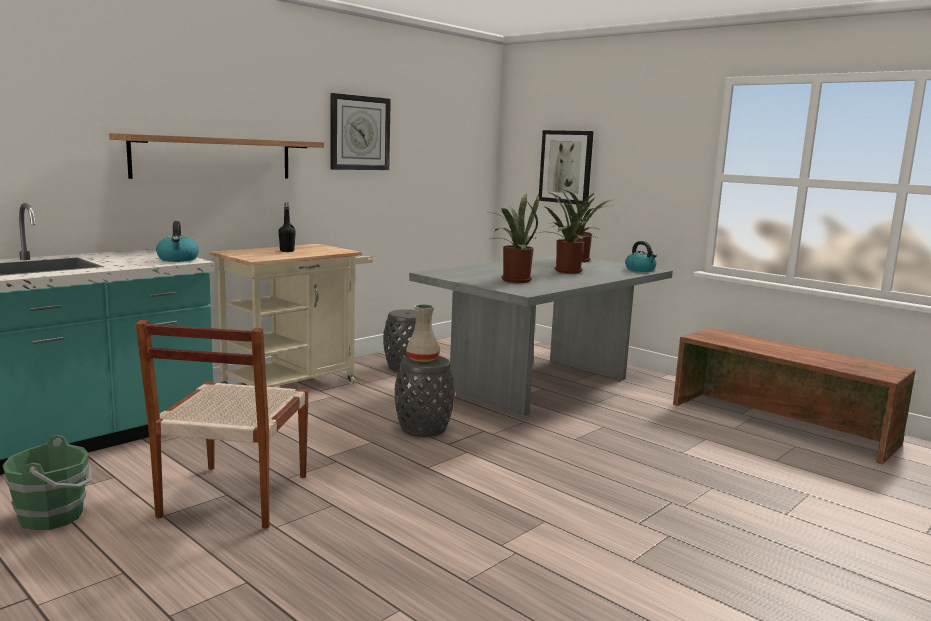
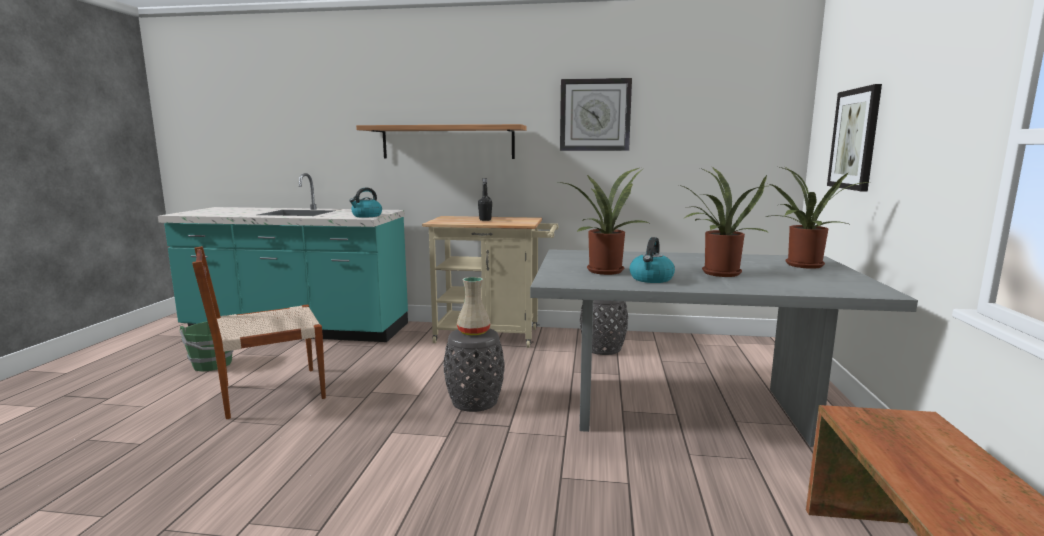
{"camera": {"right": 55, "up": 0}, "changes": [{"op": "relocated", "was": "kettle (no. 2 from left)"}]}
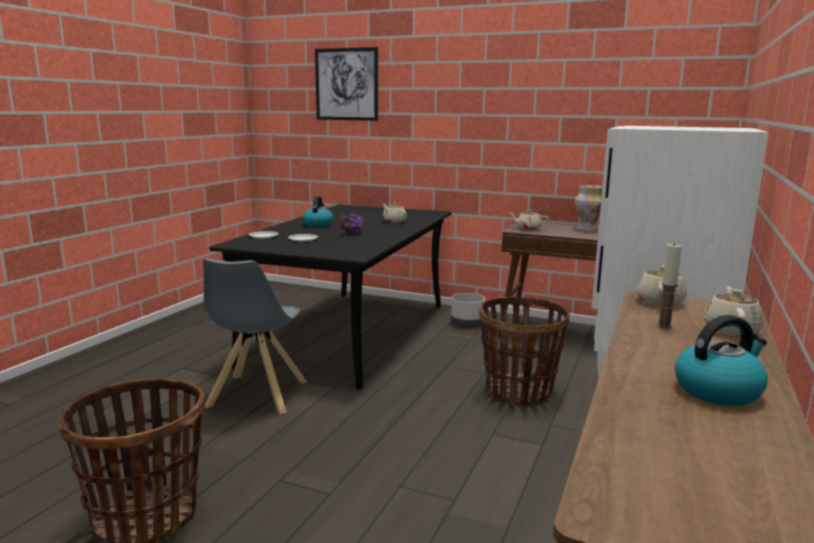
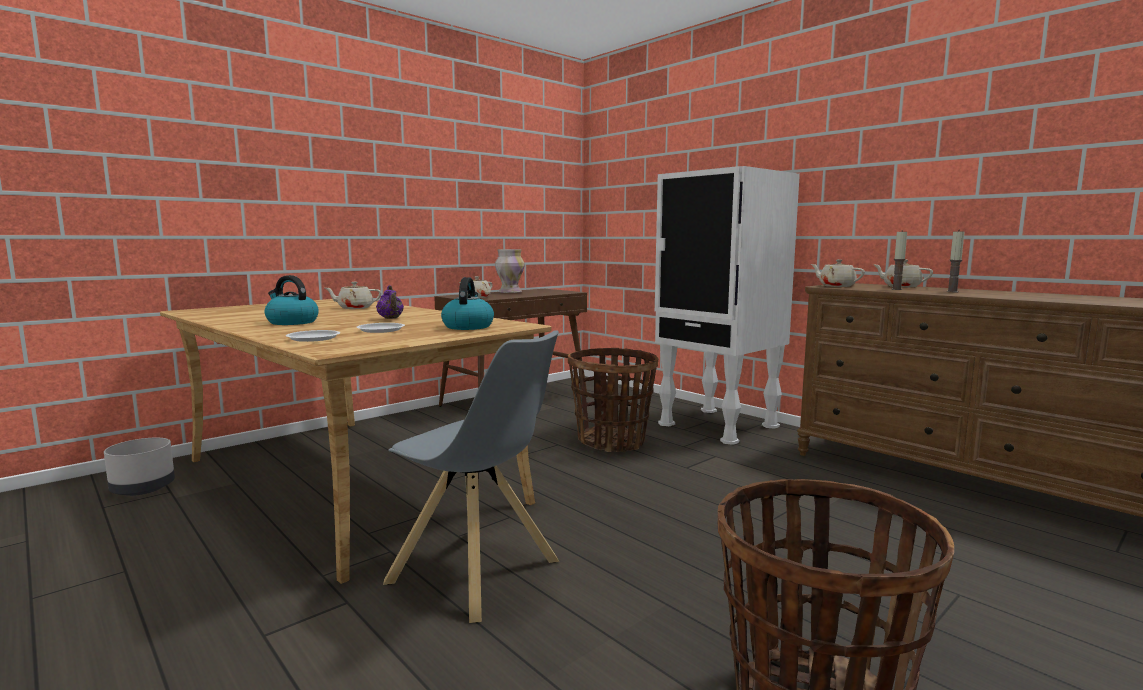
{"camera": {"right": -65, "up": -5}, "changes": [{"op": "relocated", "was": "grey planter"}, {"op": "colour", "was": "black dining table", "now": "beige dining table"}, {"op": "relocated", "was": "kettle (no. 2 from left)"}, {"op": "appeared", "now": "candle (no. 2 from left)"}, {"op": "missing", "was": "picture"}]}
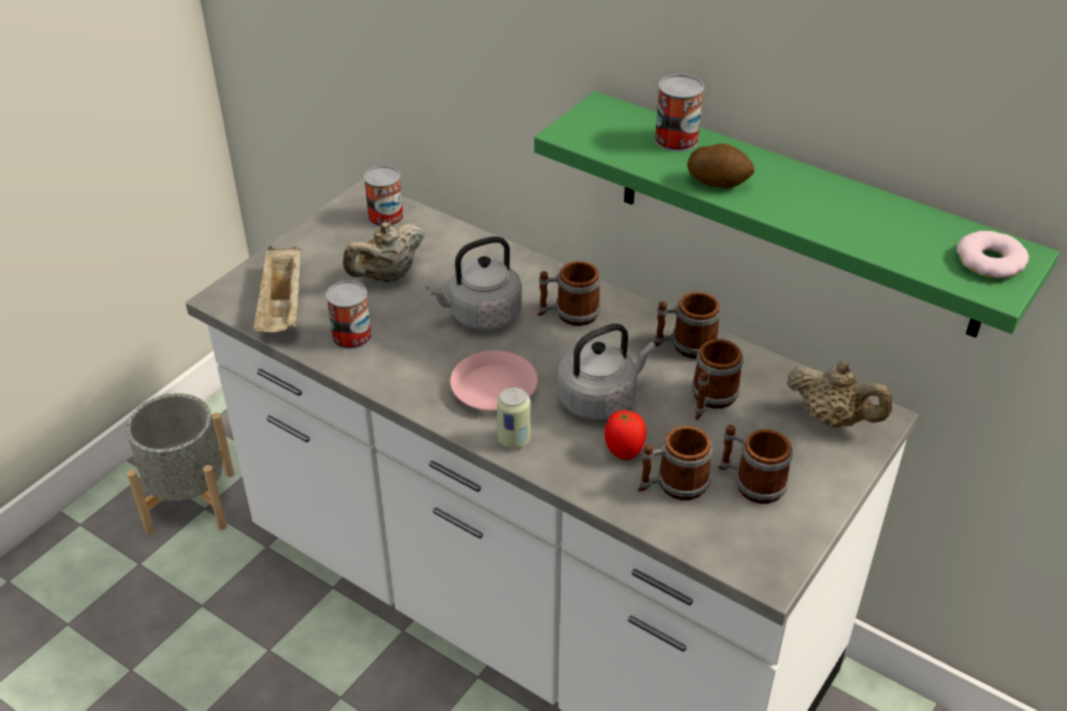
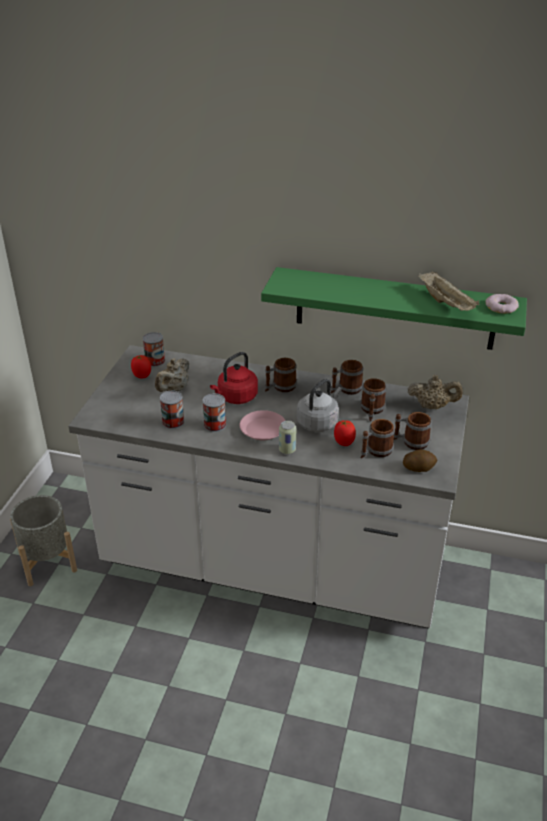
{"camera": {"right": -20, "up": -5}, "changes": [{"op": "appeared", "now": "tomato (no. 1 from left)"}, {"op": "relocated", "was": "can (no. 4 from left in the first image)", "now": "can (no. 3 from left)"}, {"op": "colour", "was": "grey kettle (no. 1 from left)", "now": "red kettle"}, {"op": "relocated", "was": "potato"}, {"op": "relocated", "was": "beige tray"}]}
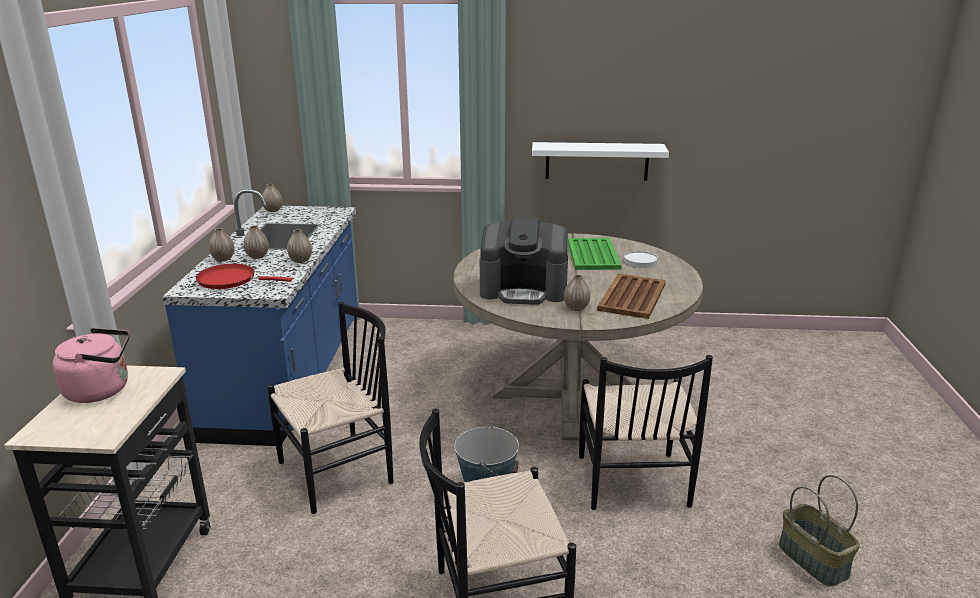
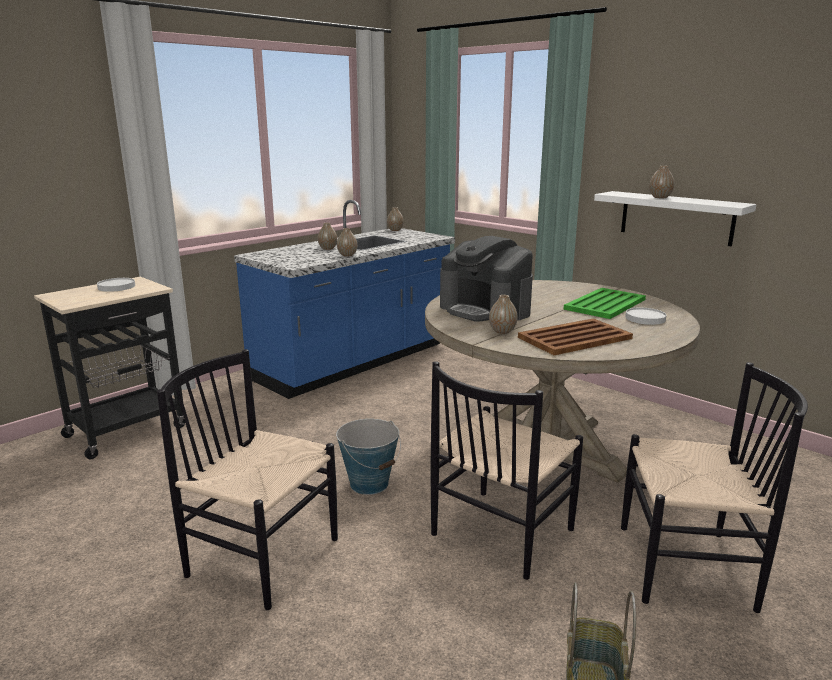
{"camera": {"right": 40, "up": -5}, "changes": [{"op": "exchanged", "was": "pink kettle", "now": "white plate (no. 1 from left)"}, {"op": "relocated", "was": "black chair (no. 1 from left in the first image)", "now": "black chair (no. 3 from left)"}, {"op": "relocated", "was": "vase (no. 1 from left in the first image)", "now": "vase (no. 5 from left)"}, {"op": "missing", "was": "red frying pan"}]}
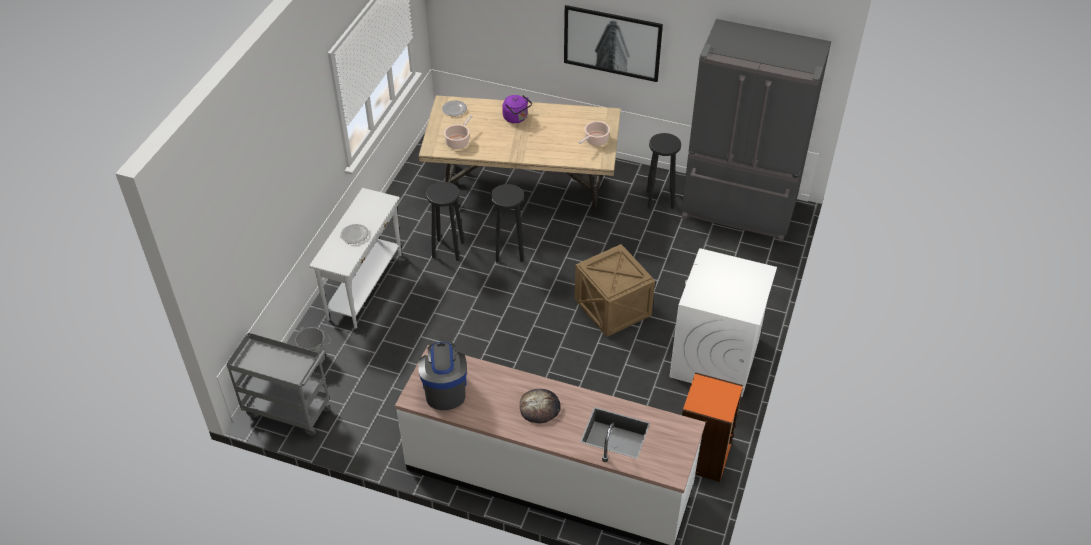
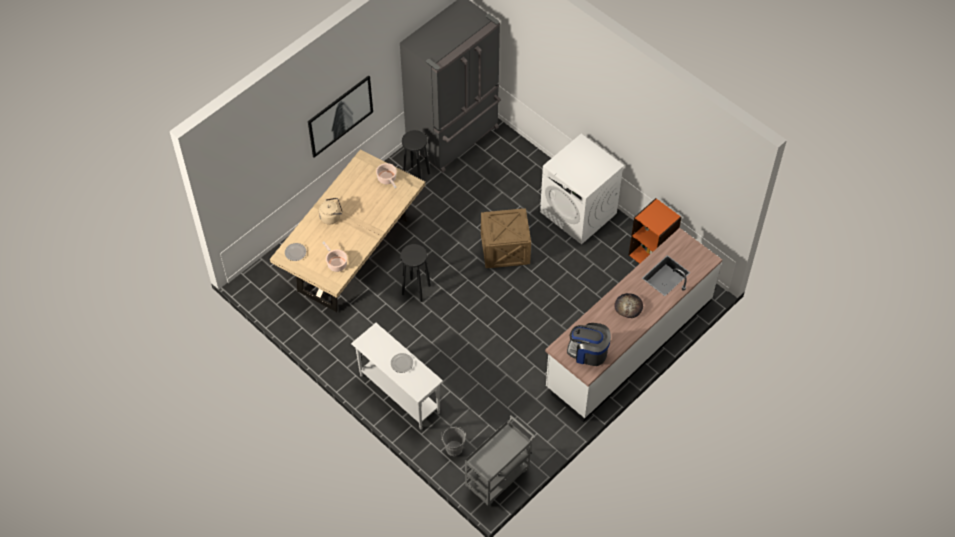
{"camera": {"right": -65, "up": 10}, "changes": [{"op": "colour", "was": "purple kettle", "now": "beige kettle"}, {"op": "missing", "was": "black stool (no. 1 from left)"}]}
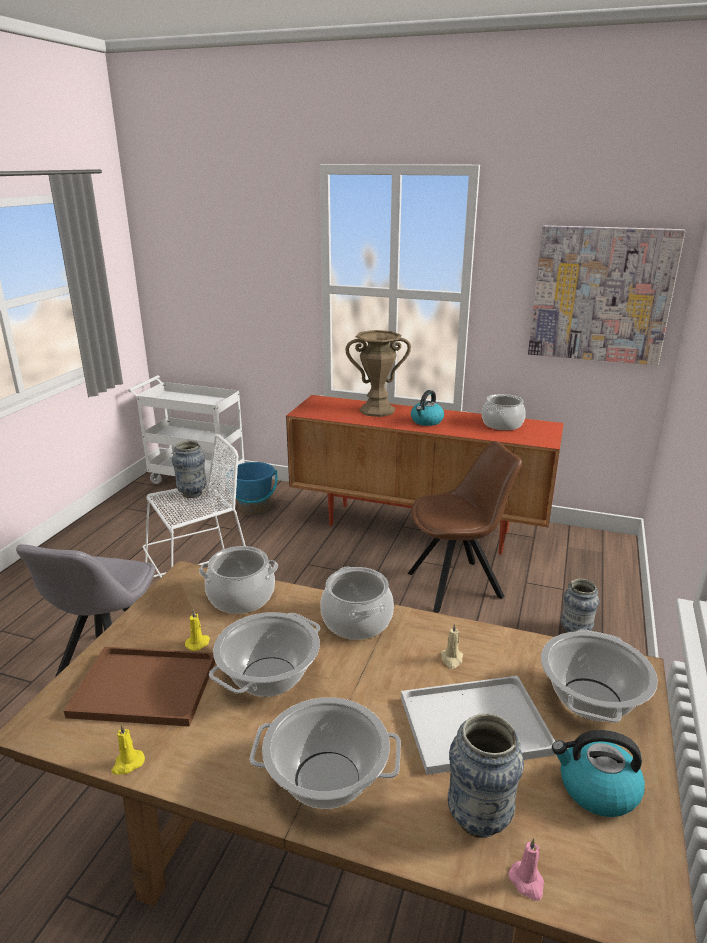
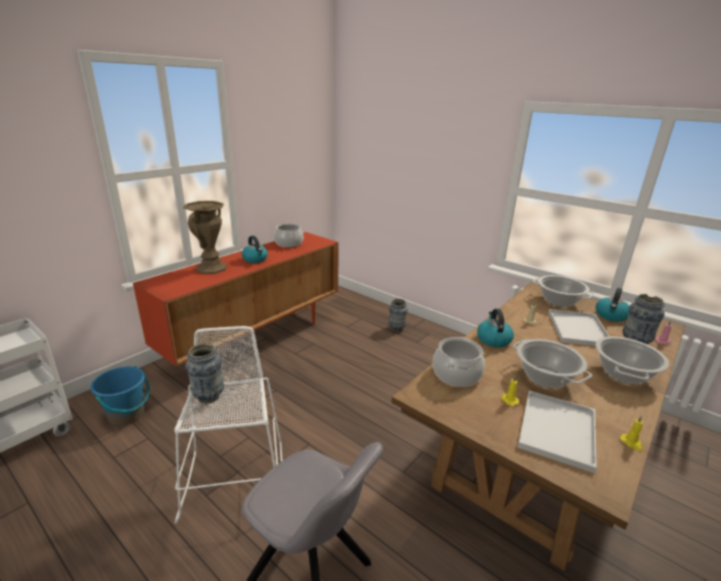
{"camera": {"right": -70, "up": 0}, "changes": [{"op": "exchanged", "was": "cooking pot (no. 4 from left)", "now": "kettle (no. 2 from left)"}, {"op": "colour", "was": "brown tray", "now": "white tray (no. 1 from left)"}, {"op": "missing", "was": "brown chair"}, {"op": "missing", "was": "picture"}]}
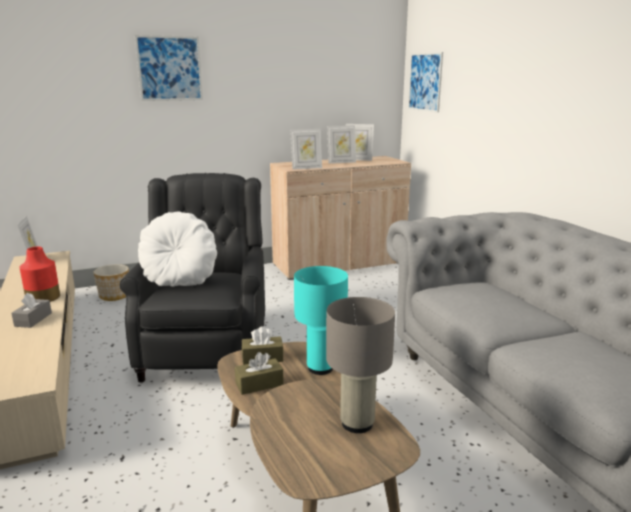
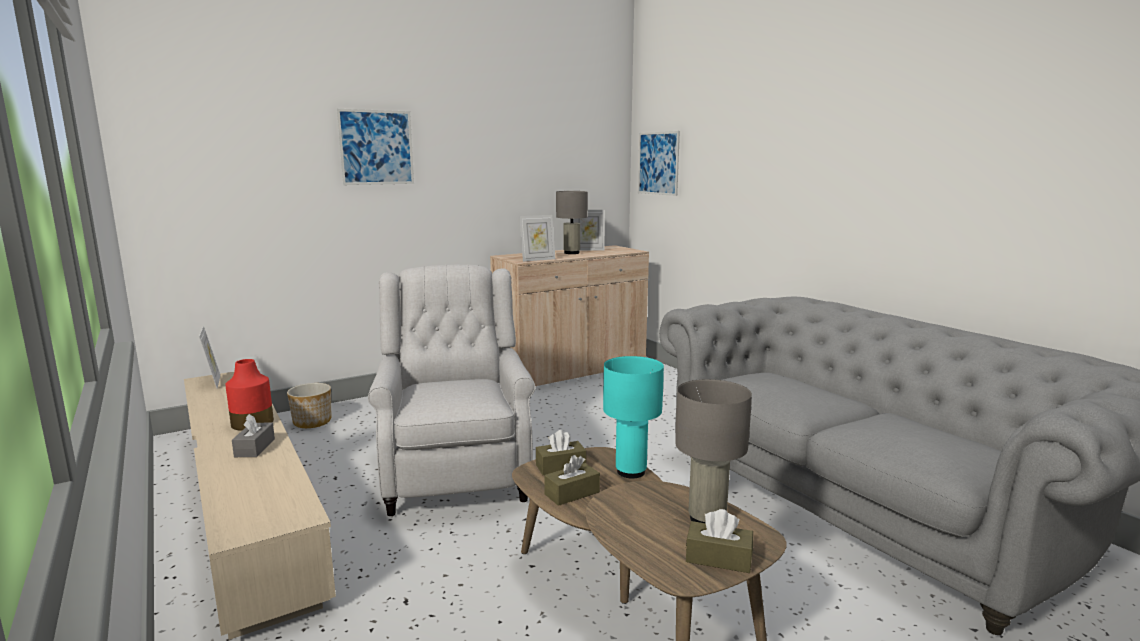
{"camera": {"right": -10, "up": -5}, "changes": [{"op": "colour", "was": "black armchair", "now": "white armchair"}, {"op": "exchanged", "was": "picture frame (no. 3 from left)", "now": "grey table lamp (no. 1 from left)"}, {"op": "appeared", "now": "brown tissue box (no. 3 from left)"}, {"op": "missing", "was": "white pillow"}]}
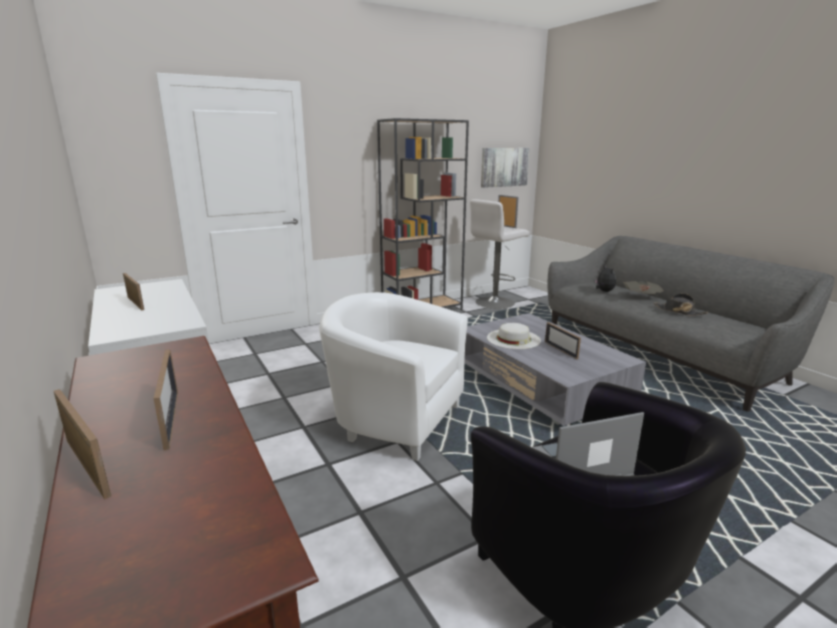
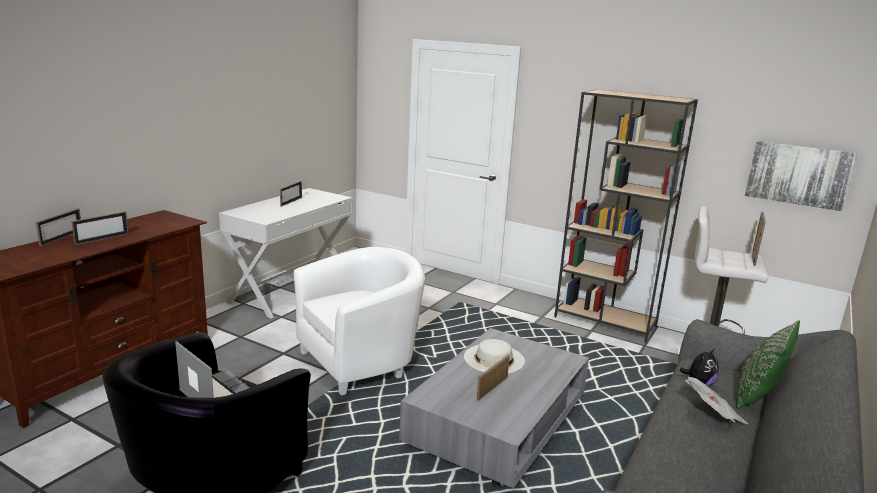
{"camera": {"right": 60, "up": 0}, "changes": [{"op": "spun", "was": "white armchair", "clockwise": 60}, {"op": "appeared", "now": "green pillow"}, {"op": "missing", "was": "black hat"}]}
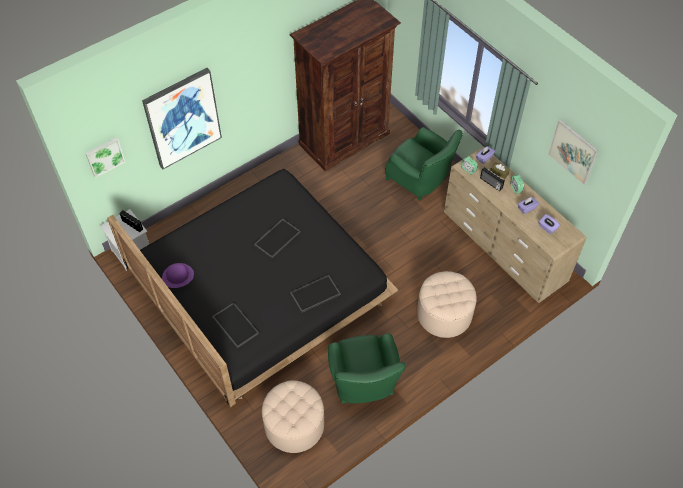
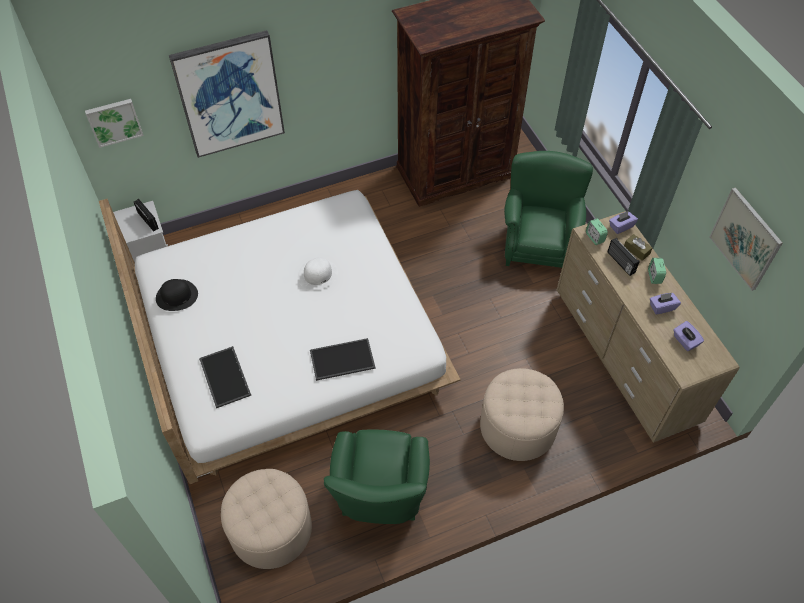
{"camera": {"right": 15, "up": 0}, "changes": [{"op": "colour", "was": "black bed", "now": "white bed"}, {"op": "colour", "was": "purple hat", "now": "black hat"}, {"op": "exchanged", "was": "tray (no. 2 from left)", "now": "white hat"}, {"op": "spun", "was": "green armchair (no. 2 from left)", "clockwise": -135}]}
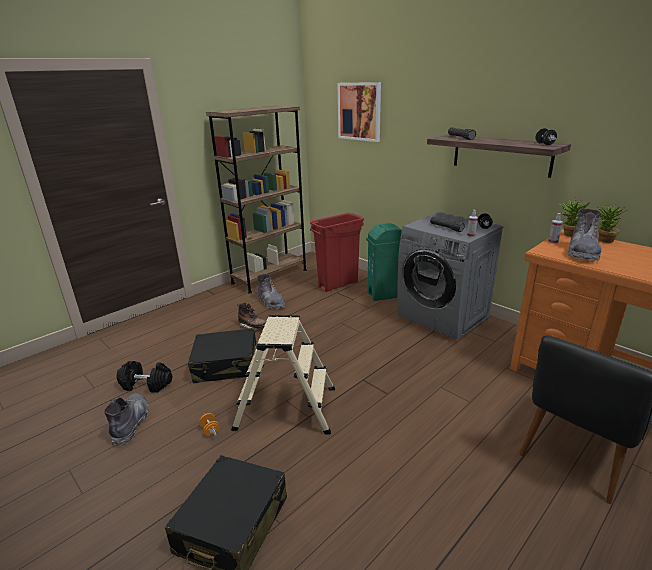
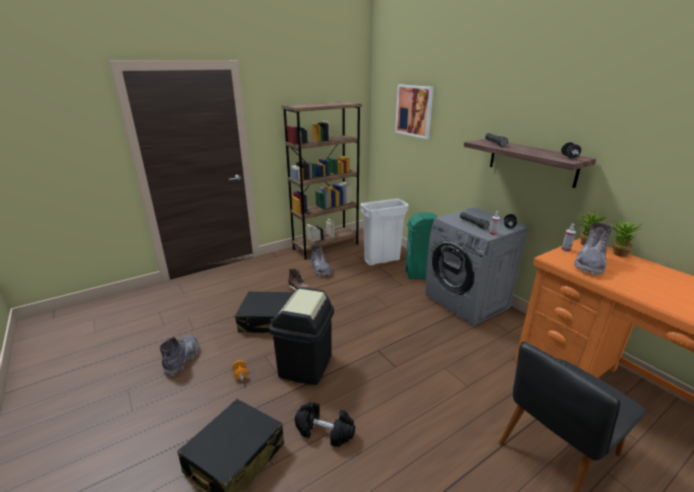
{"camera": {"right": 10, "up": 0}, "changes": [{"op": "exchanged", "was": "beige step ladder", "now": "black trash can"}, {"op": "relocated", "was": "black dumbbell (no. 1 from left)"}, {"op": "colour", "was": "red trash can", "now": "white trash can"}]}
